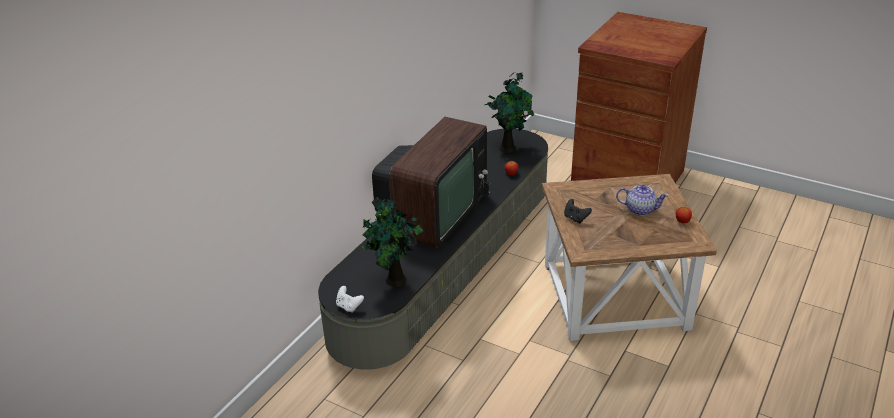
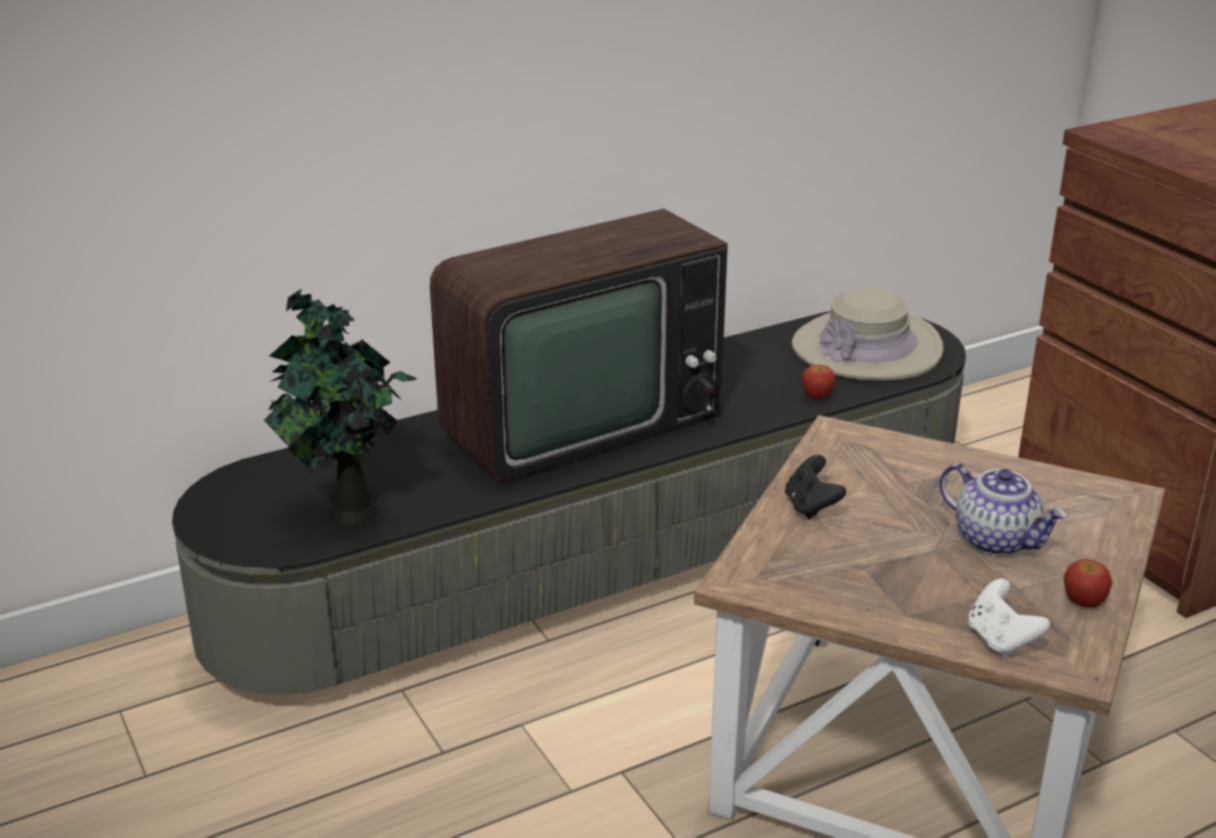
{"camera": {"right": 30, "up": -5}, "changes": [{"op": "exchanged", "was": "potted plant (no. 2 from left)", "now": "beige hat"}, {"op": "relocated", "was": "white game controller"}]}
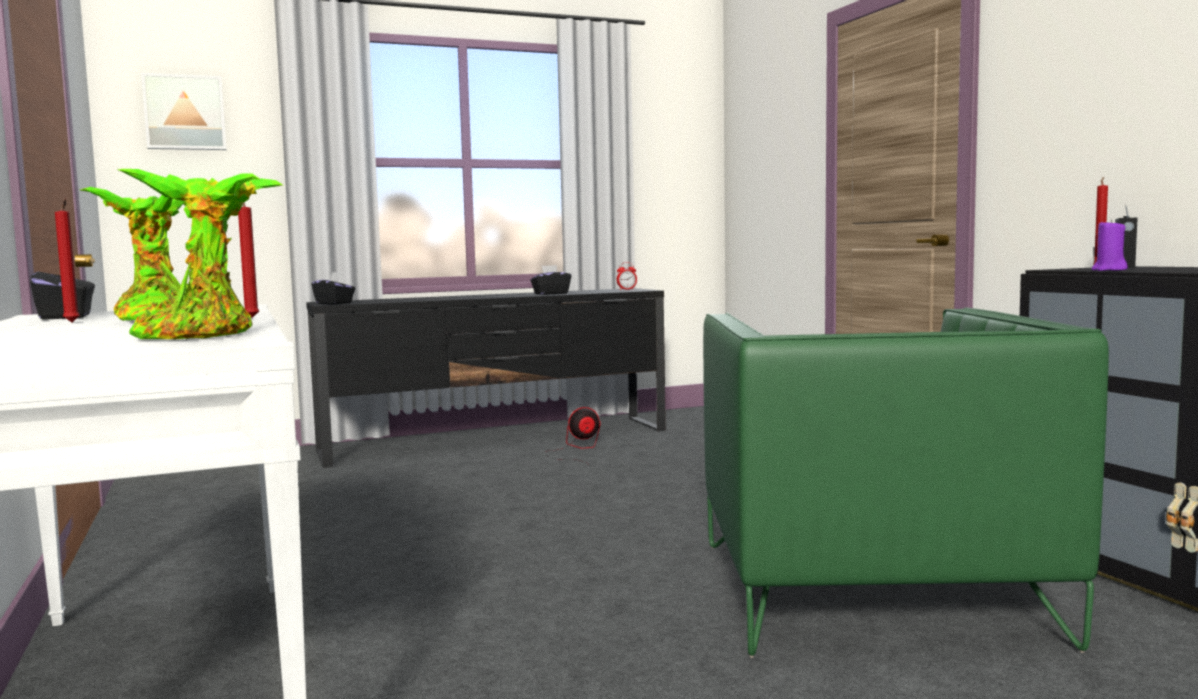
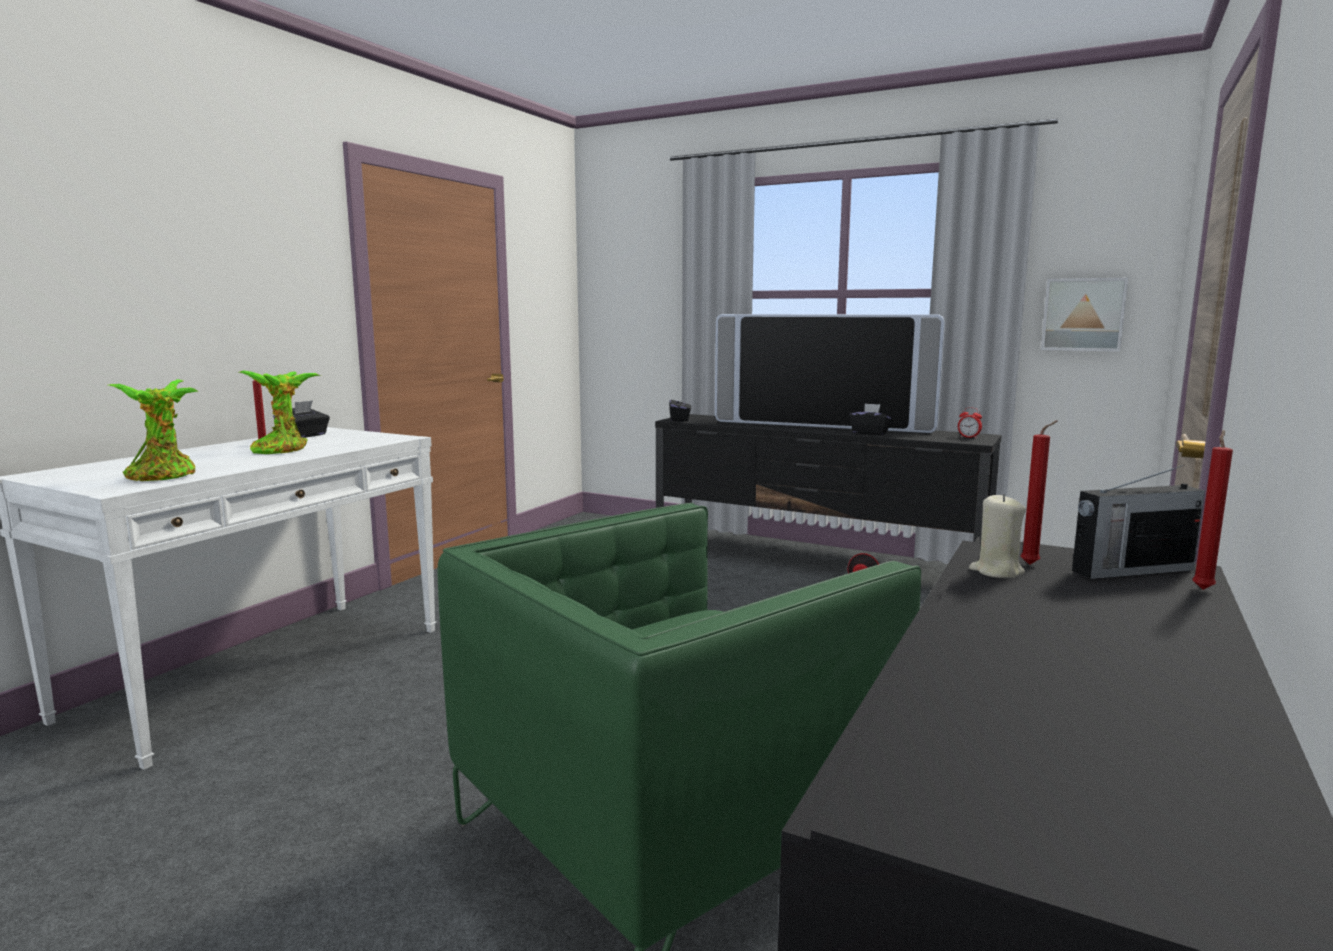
{"camera": {"right": 50, "up": 5}, "changes": [{"op": "appeared", "now": "television"}, {"op": "colour", "was": "purple candle", "now": "beige candle"}, {"op": "relocated", "was": "picture"}, {"op": "relocated", "was": "red candle (no. 2 from left in the first image)", "now": "red candle (no. 3 from left)"}]}
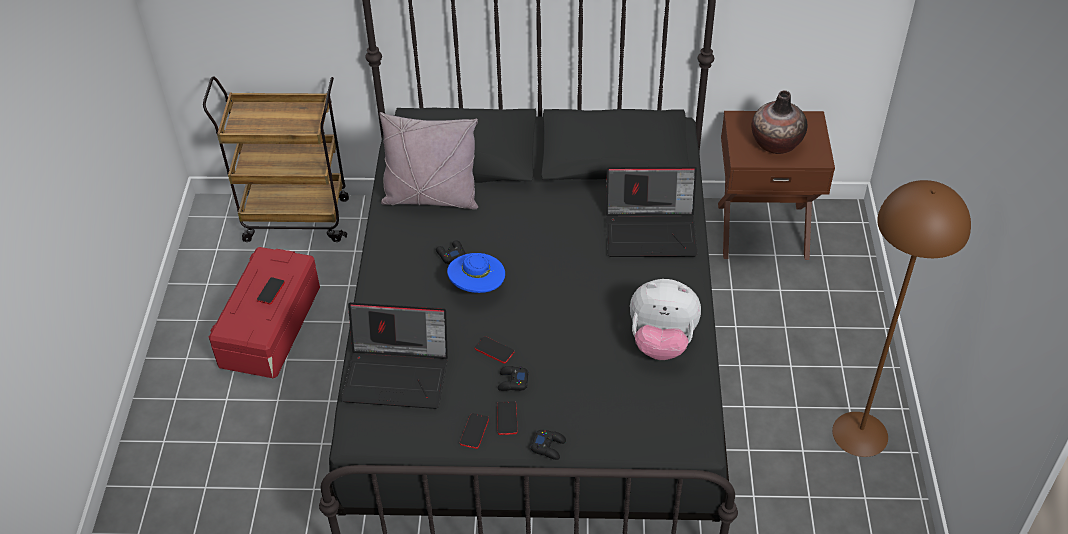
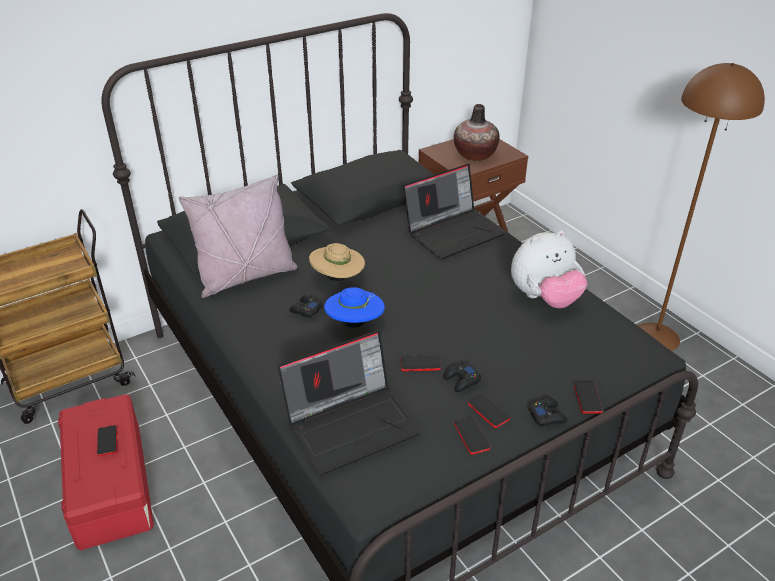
{"camera": {"right": -35, "up": -10}, "changes": [{"op": "appeared", "now": "beige hat"}, {"op": "appeared", "now": "phone (no. 5 from left)"}]}
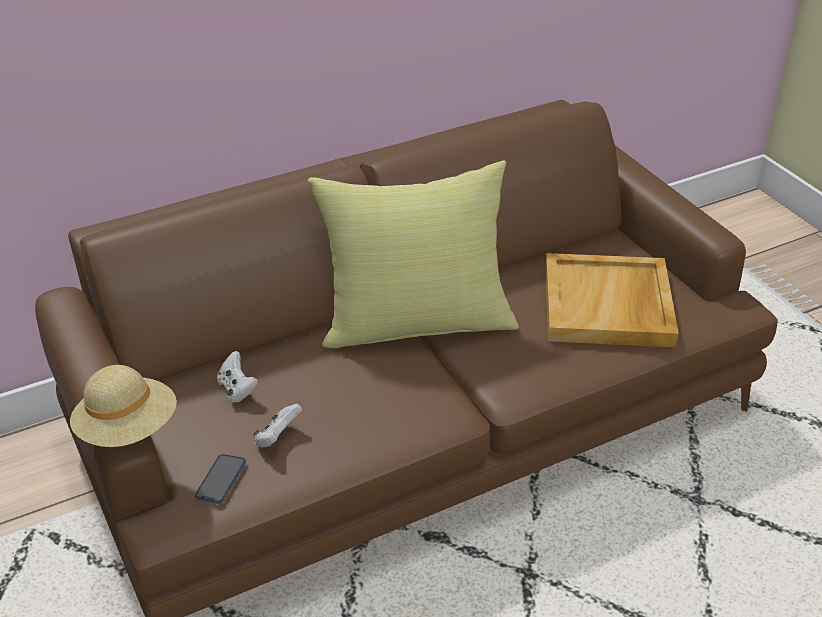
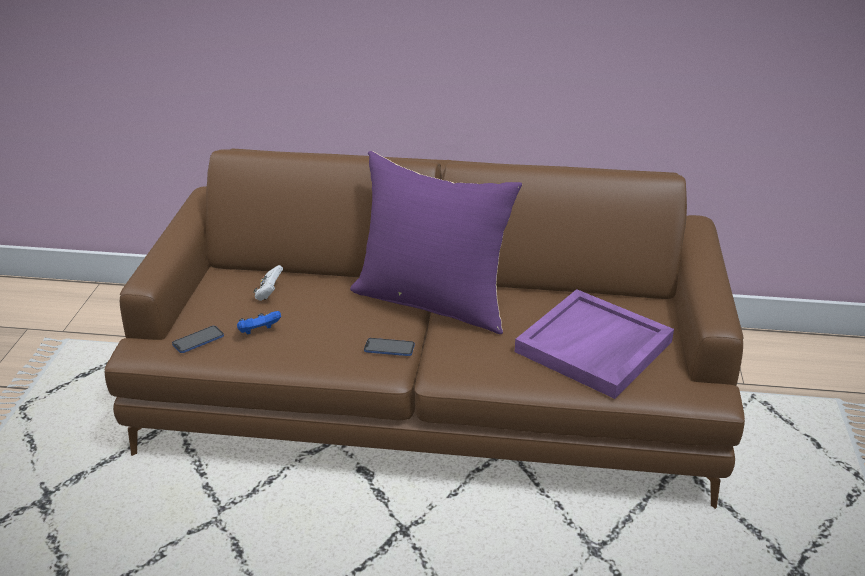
{"camera": {"right": 35, "up": -5}, "changes": [{"op": "colour", "was": "white game controller (no. 2 from left)", "now": "blue game controller"}, {"op": "colour", "was": "yellow pillow", "now": "purple pillow"}, {"op": "appeared", "now": "phone (no. 2 from left)"}, {"op": "colour", "was": "beige tray", "now": "purple tray"}, {"op": "missing", "was": "beige hat"}]}
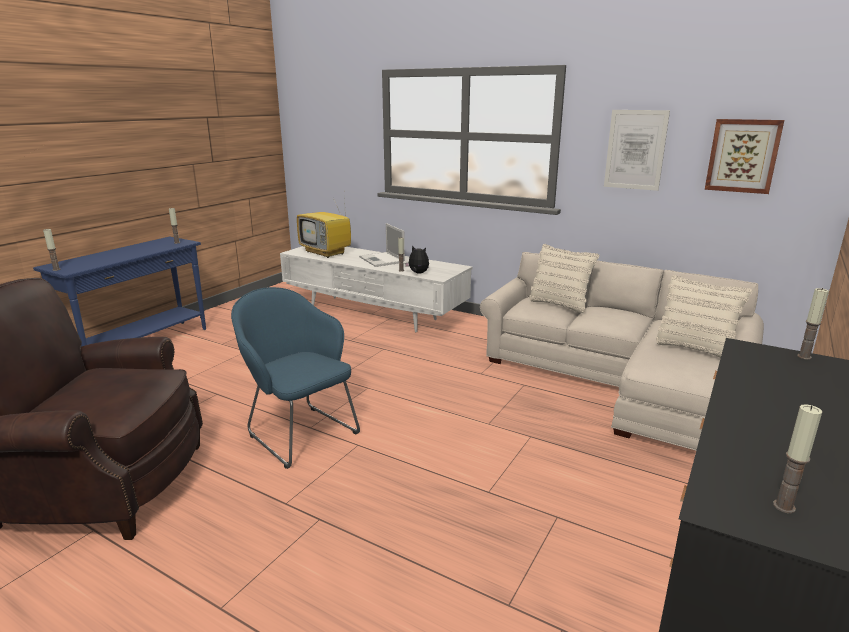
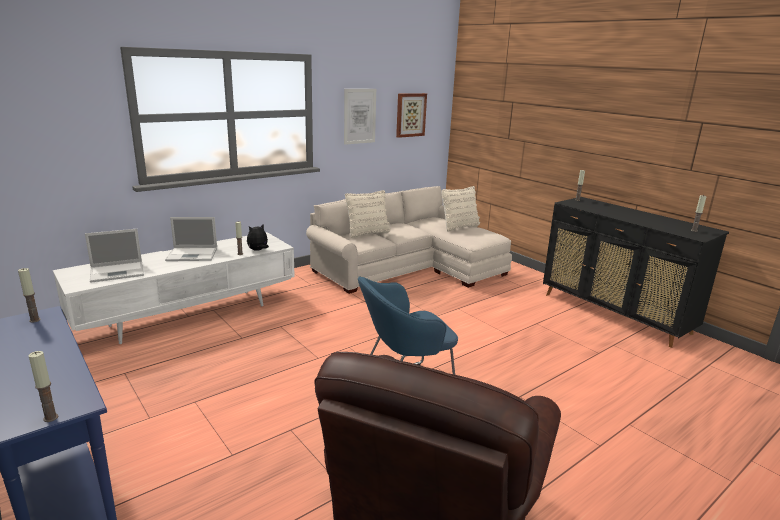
{"camera": {"right": -70, "up": 0}, "changes": [{"op": "exchanged", "was": "television", "now": "laptop (no. 1 from left)"}]}
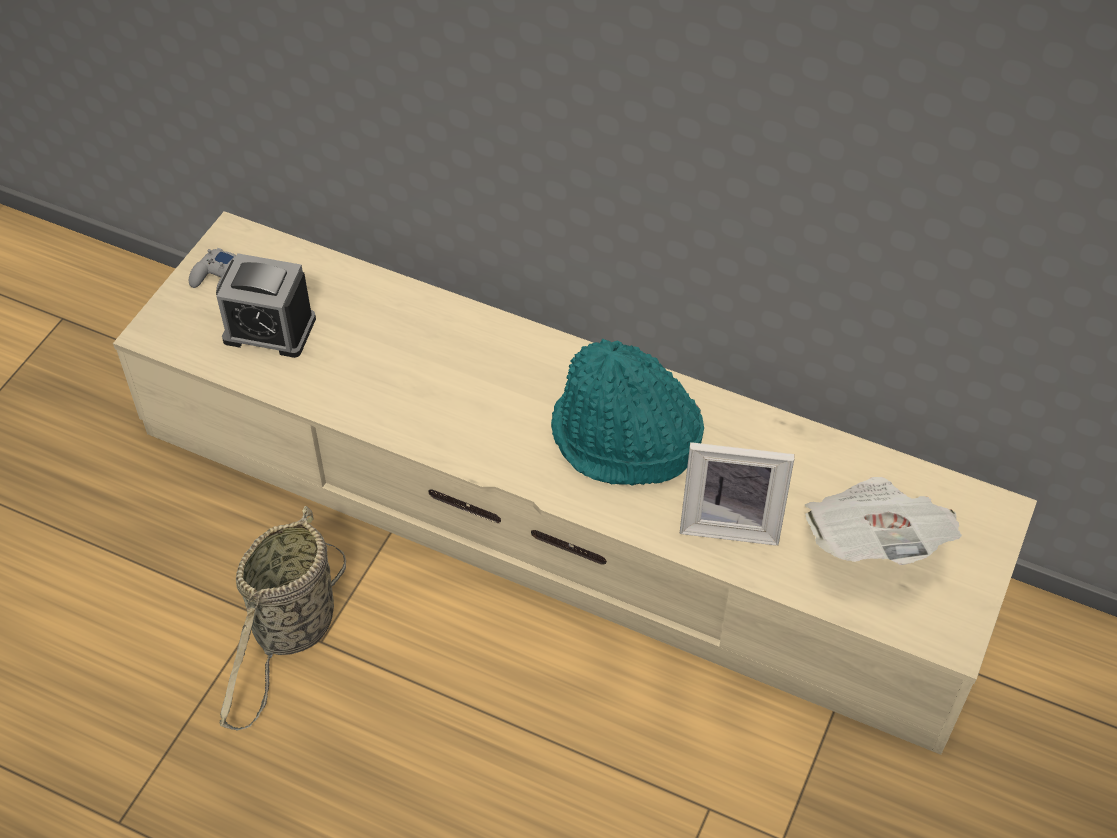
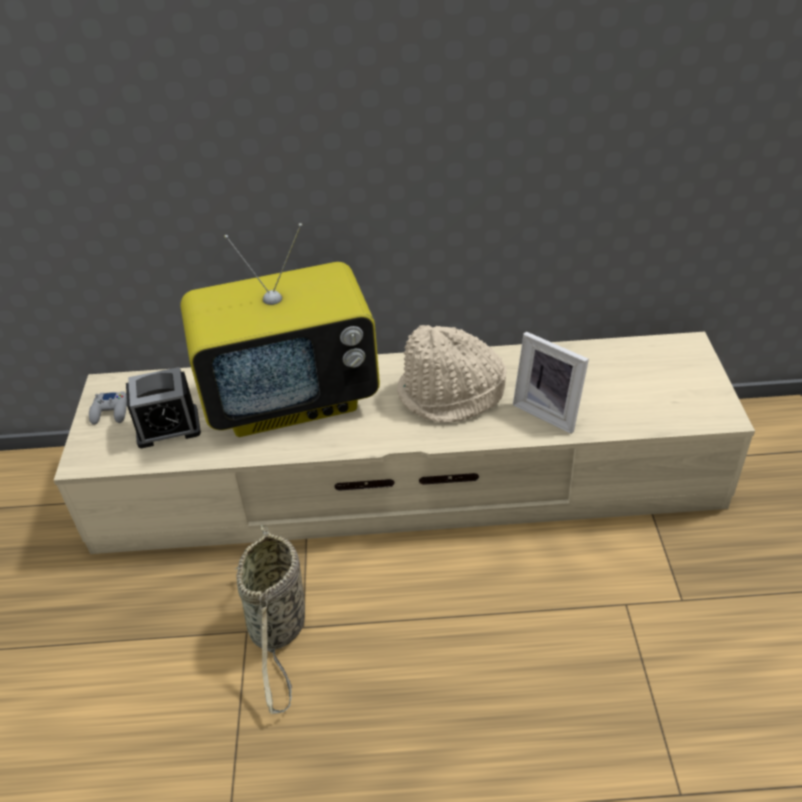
{"camera": {"right": -25, "up": -10}, "changes": [{"op": "appeared", "now": "television"}, {"op": "colour", "was": "turquoise hat", "now": "beige hat"}, {"op": "spun", "was": "picture frame", "clockwise": 60}, {"op": "missing", "was": "newspaper"}]}
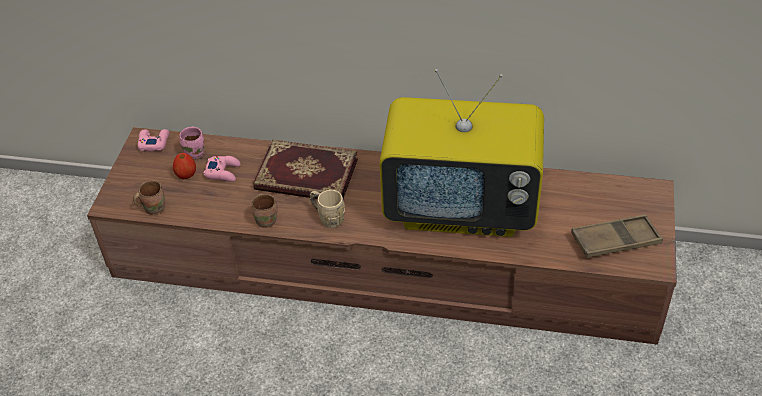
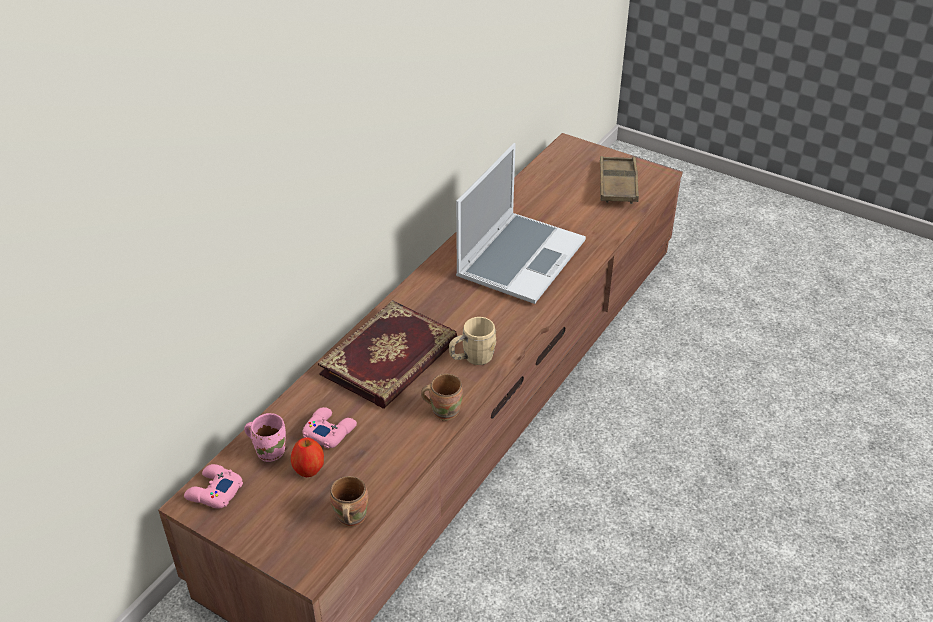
{"camera": {"right": -70, "up": -5}, "changes": [{"op": "exchanged", "was": "television", "now": "laptop"}]}
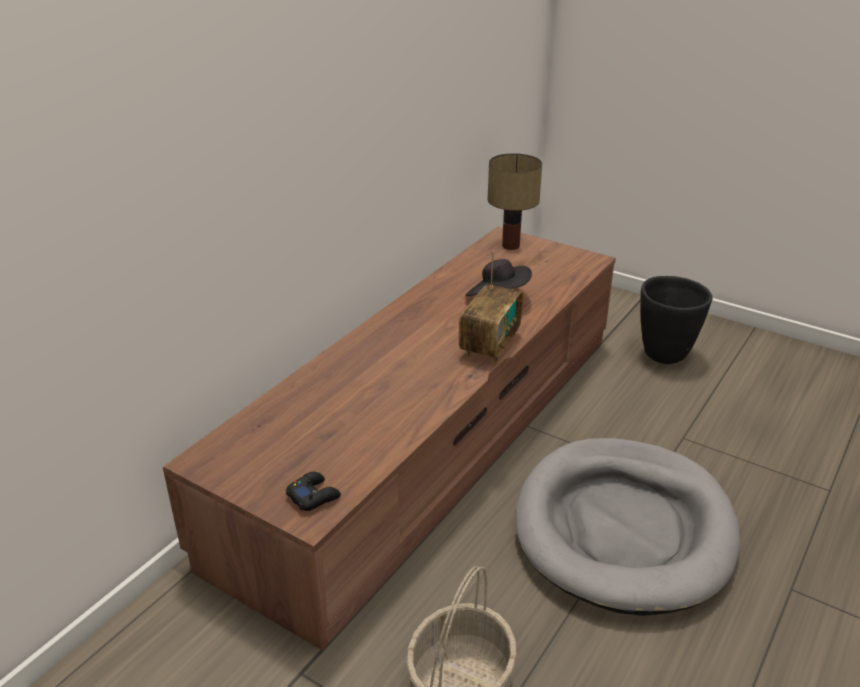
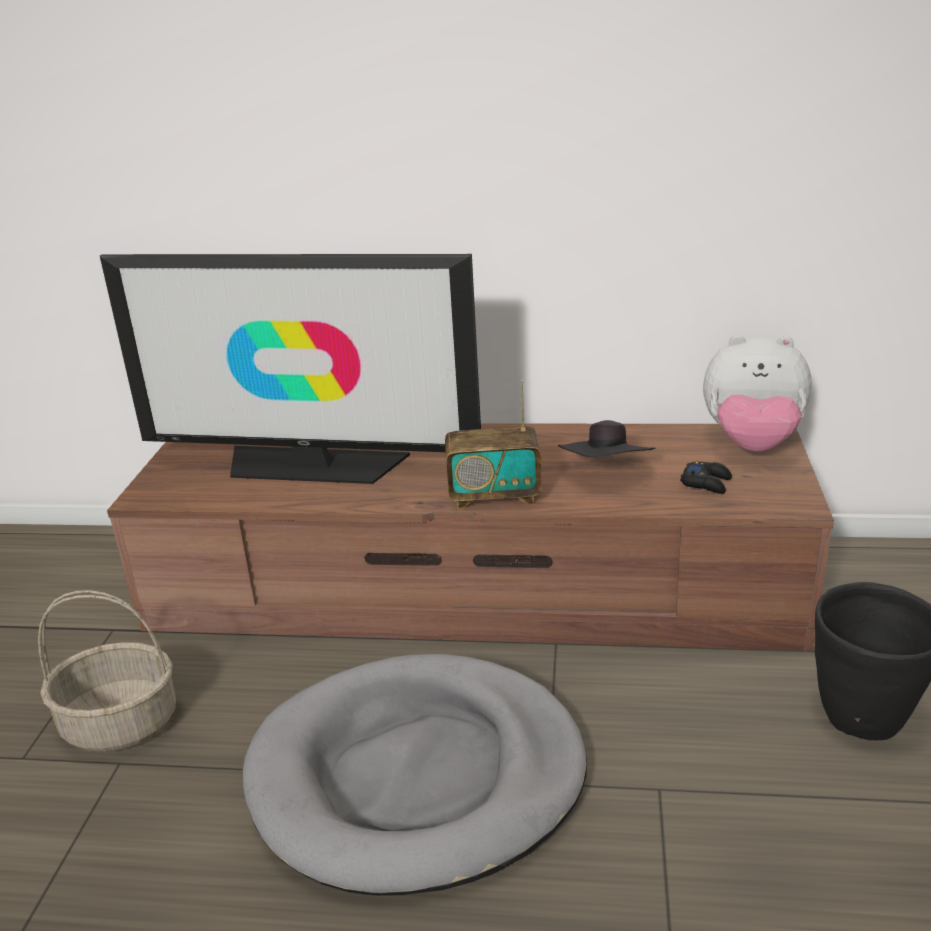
{"camera": {"right": 65, "up": -5}, "changes": [{"op": "appeared", "now": "television"}, {"op": "relocated", "was": "black game controller"}, {"op": "exchanged", "was": "table lamp", "now": "plush toy"}]}
